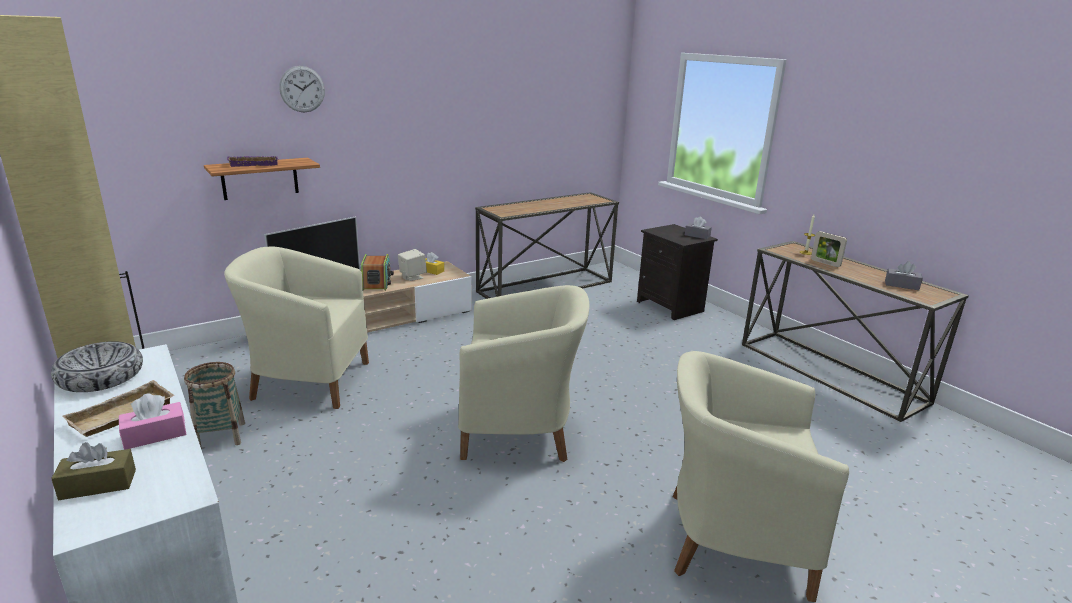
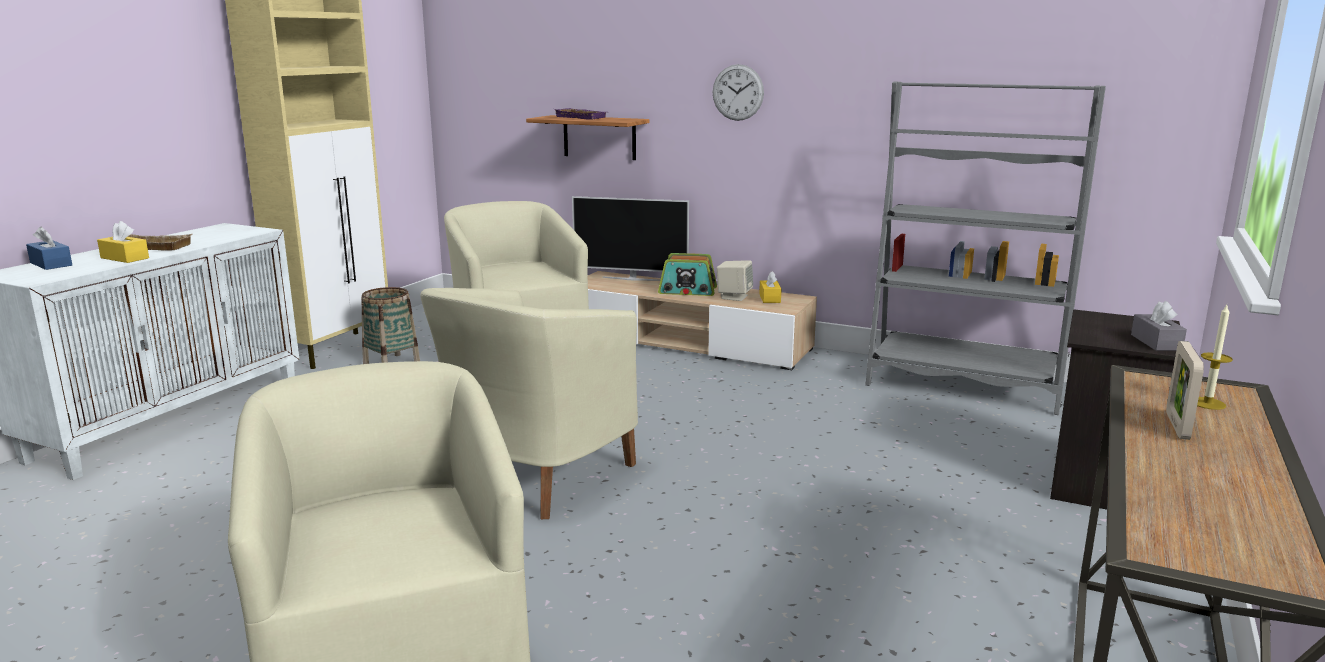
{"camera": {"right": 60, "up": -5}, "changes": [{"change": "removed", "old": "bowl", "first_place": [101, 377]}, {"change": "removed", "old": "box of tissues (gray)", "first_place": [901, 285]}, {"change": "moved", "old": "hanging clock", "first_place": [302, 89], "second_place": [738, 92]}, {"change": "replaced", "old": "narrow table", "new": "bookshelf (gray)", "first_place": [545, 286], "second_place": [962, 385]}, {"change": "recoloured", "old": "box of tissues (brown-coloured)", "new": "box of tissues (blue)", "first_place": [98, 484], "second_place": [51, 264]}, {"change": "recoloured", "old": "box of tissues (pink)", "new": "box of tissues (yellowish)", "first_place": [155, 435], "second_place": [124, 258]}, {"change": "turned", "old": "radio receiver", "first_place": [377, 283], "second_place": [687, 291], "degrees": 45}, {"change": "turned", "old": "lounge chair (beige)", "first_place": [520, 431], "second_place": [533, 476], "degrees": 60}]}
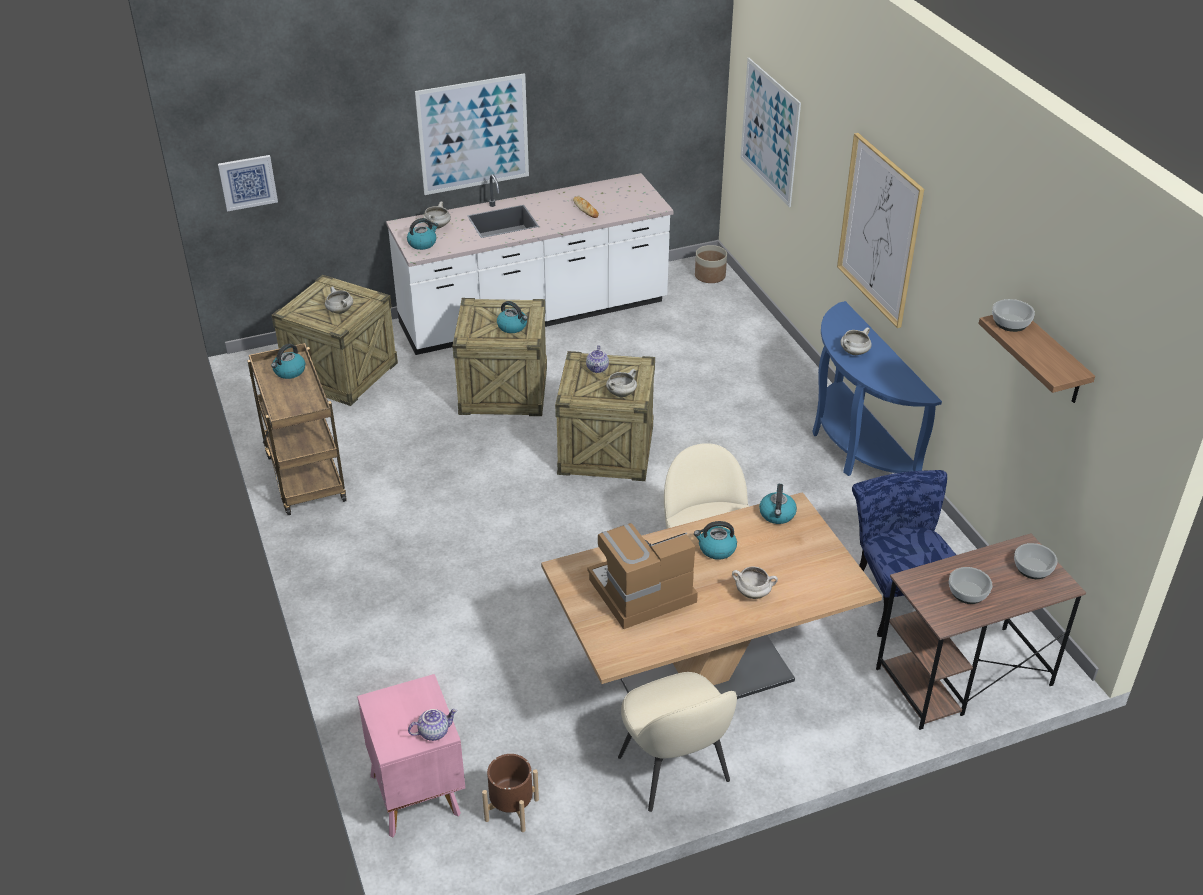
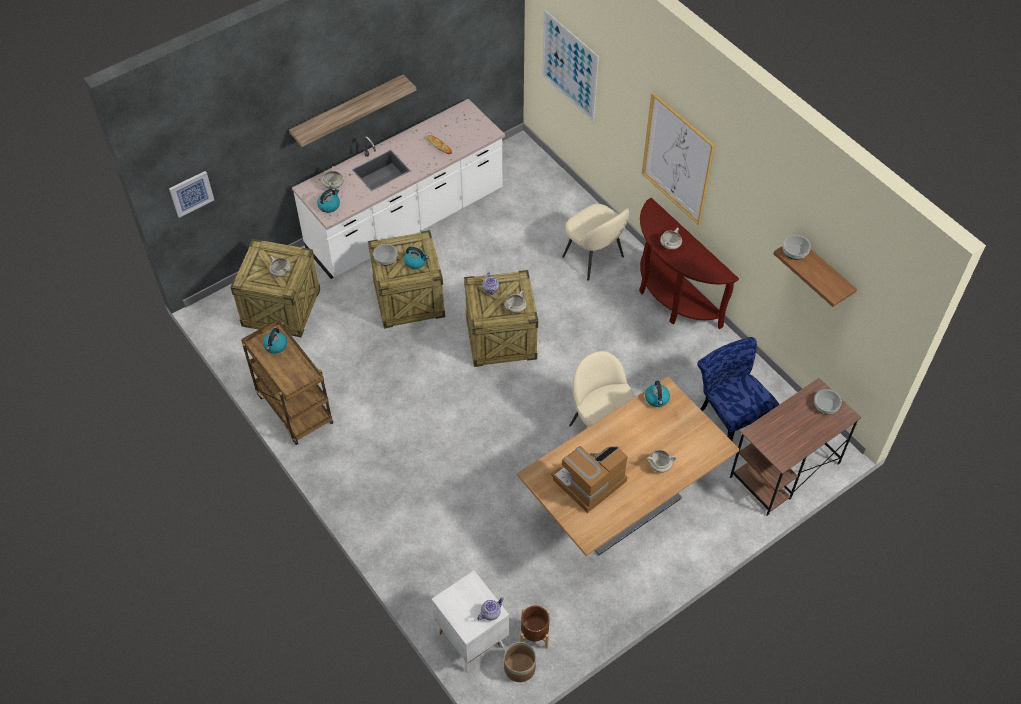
{"camera": {"right": -15, "up": 15}, "changes": [{"change": "removed", "old": "kettle", "first_place": [716, 549]}, {"change": "moved", "old": "chair (beige)", "first_place": [675, 771], "second_place": [594, 258]}, {"change": "moved", "old": "plant pot", "first_place": [710, 276], "second_place": [519, 667]}, {"change": "moved", "old": "bowl", "first_place": [968, 592], "second_place": [385, 258]}, {"change": "replaced", "old": "wall art", "new": "wall shelf", "first_place": [473, 134], "second_place": [348, 110]}, {"change": "recoloured", "old": "night table (pink)", "new": "night table (white)", "first_place": [416, 793], "second_place": [470, 638]}, {"change": "recoloured", "old": "narrow table (blue)", "new": "narrow table (brown-coloured)", "first_place": [855, 446], "second_place": [671, 297]}]}
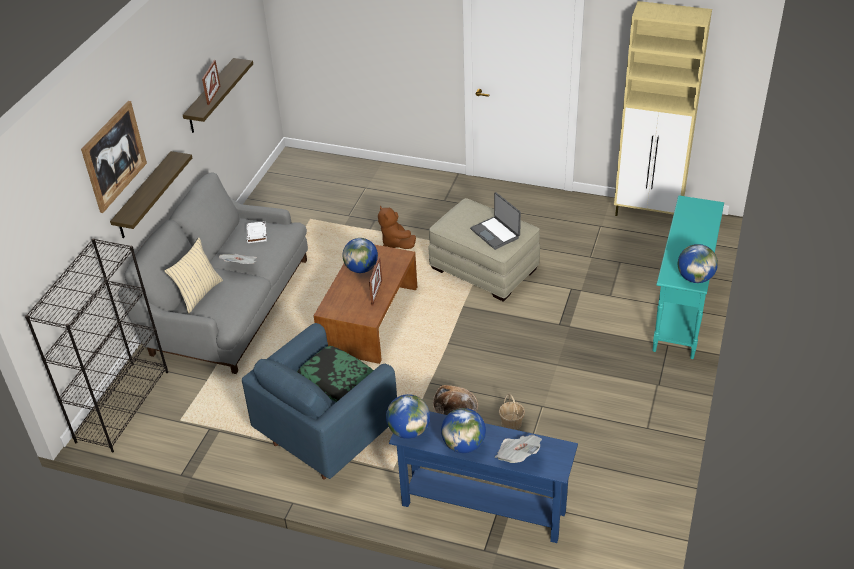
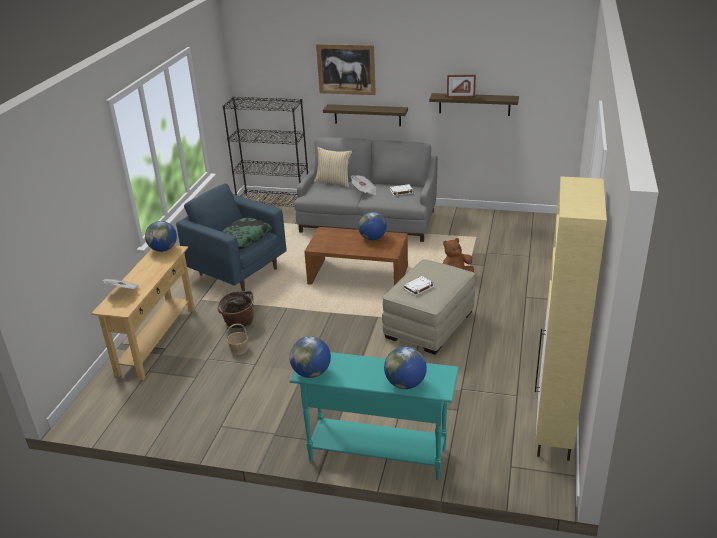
{"camera": {"right": 85, "up": -10}, "changes": [{"change": "removed", "old": "picture frame", "first_place": [376, 292]}, {"change": "moved", "old": "globe", "first_place": [463, 445], "second_place": [405, 384]}, {"change": "replaced", "old": "portable computer", "new": "bound book (white)", "first_place": [495, 233], "second_place": [418, 287]}, {"change": "recoloured", "old": "narrow table (blue)", "new": "narrow table (beige)", "first_place": [483, 509], "second_place": [156, 340]}]}
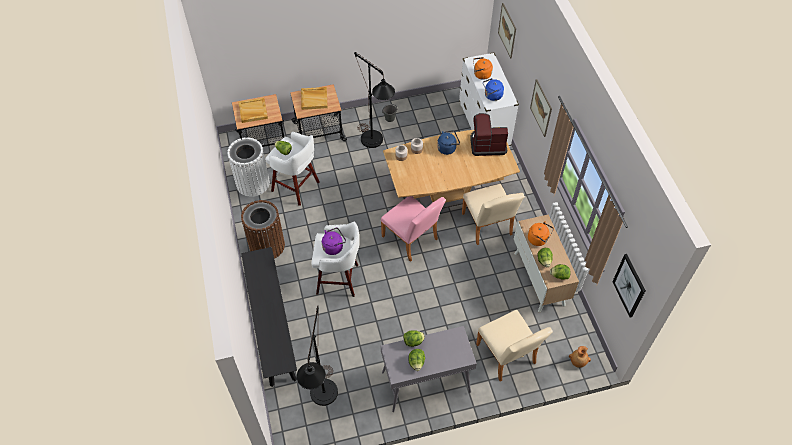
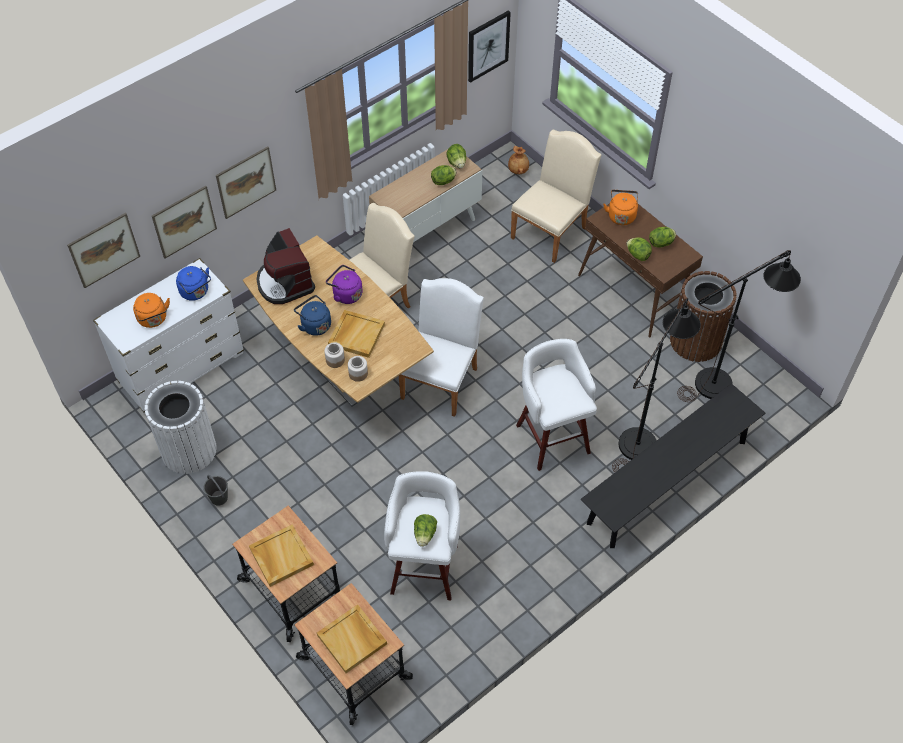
{"camera": {"right": -115, "up": 0}, "changes": [{"change": "added", "new": "wall art", "second_place": [184, 221]}, {"change": "added", "new": "carrying tray (beige)", "second_place": [356, 334]}, {"change": "moved", "old": "waste bin (white)", "first_place": [253, 183], "second_place": [189, 450]}, {"change": "moved", "old": "waste bin (brown-coloured)", "first_place": [267, 245], "second_place": [695, 341]}, {"change": "moved", "old": "kettle (purple)", "first_place": [334, 247], "second_place": [346, 294]}, {"change": "moved", "old": "standing lamp (black-coloured)", "first_place": [375, 143], "second_place": [643, 437]}, {"change": "moved", "old": "kettle (orangey)", "first_place": [538, 239], "second_place": [621, 215]}, {"change": "recoloured", "old": "chair (pink)", "new": "chair (white)", "first_place": [412, 240], "second_place": [441, 379]}, {"change": "recoloured", "old": "narrow table (gray)", "new": "narrow table (brown-coloured)", "first_place": [425, 383], "second_place": [633, 292]}]}
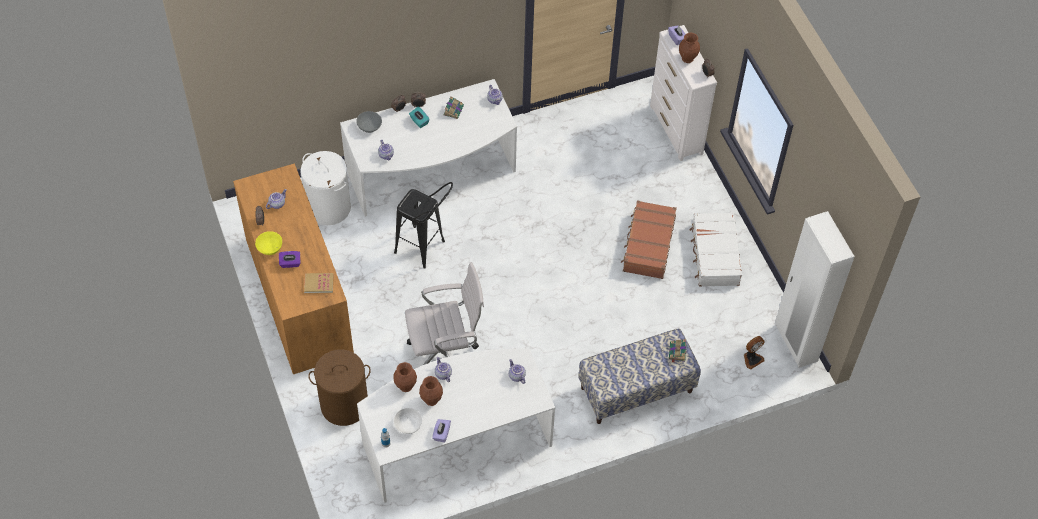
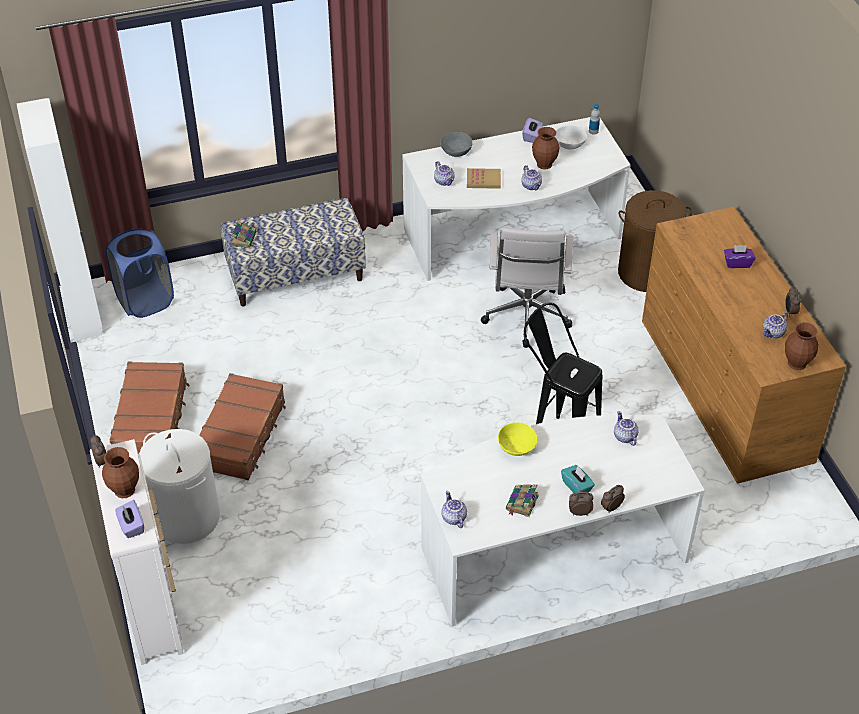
{"camera": {"right": -175, "up": -10}, "changes": [{"change": "moved", "old": "bowl (yellowish)", "first_place": [269, 248], "second_place": [517, 447]}, {"change": "moved", "old": "hamper (white)", "first_place": [329, 207], "second_place": [186, 517]}, {"change": "moved", "old": "bound book", "first_place": [319, 284], "second_place": [483, 180]}, {"change": "moved", "old": "bowl (gray)", "first_place": [369, 126], "second_place": [456, 152]}, {"change": "moved", "old": "decorative vase (brown-coloured)", "first_place": [406, 385], "second_place": [796, 364]}, {"change": "replaced", "old": "cooling fan", "new": "hamper (blue)", "first_place": [752, 358], "second_place": [145, 301]}, {"change": "recoloured", "old": "travel case (white)", "new": "travel case (brown-coloured)", "first_place": [714, 255], "second_place": [152, 419]}, {"change": "turned", "old": "computer chair (white)", "first_place": [446, 354], "second_place": [526, 319], "degrees": -75}]}
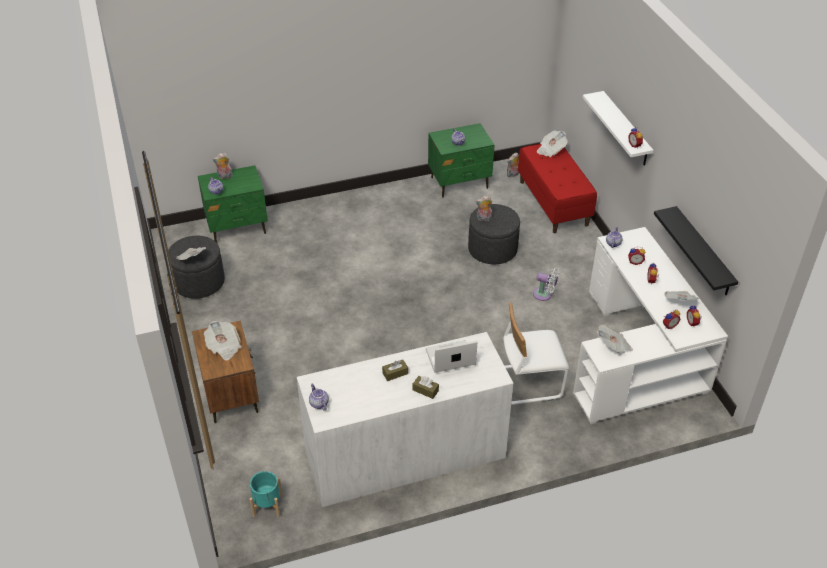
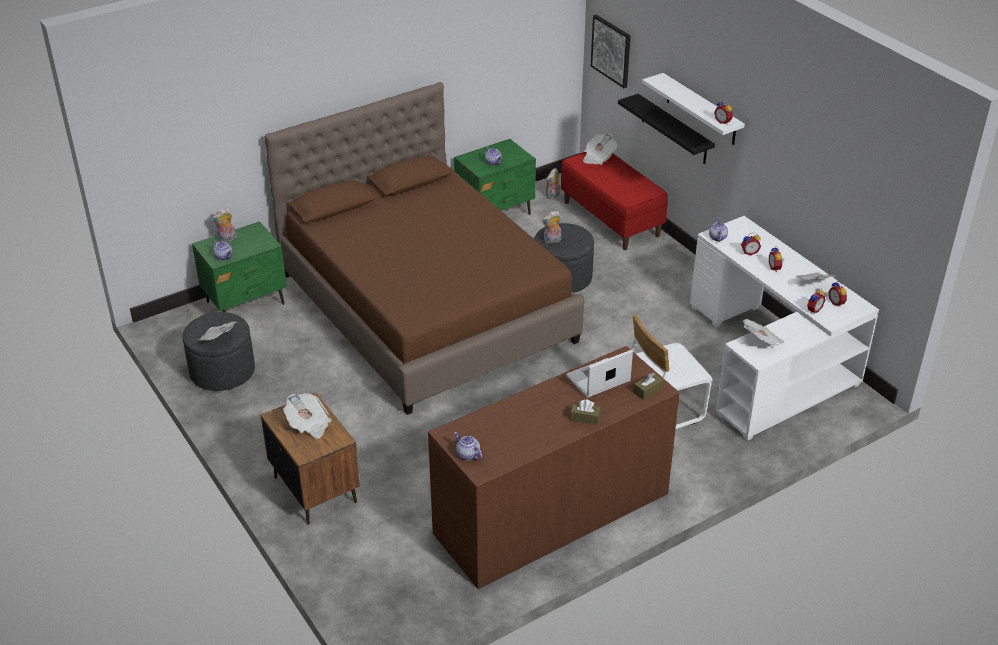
{"camera": {"right": -15, "up": -5}, "changes": [{"change": "removed", "old": "plant pot (turquoise)", "first_place": [267, 505]}, {"change": "removed", "old": "cooling fan (white)", "first_place": [544, 295]}, {"change": "added", "new": "bed (brown-coloured)", "second_place": [426, 307]}, {"change": "added", "new": "wall art", "second_place": [611, 50]}, {"change": "moved", "old": "box of tissues (brown-coloured)", "first_place": [395, 373], "second_place": [647, 390]}, {"change": "moved", "old": "wall shelf (black-coloured)", "first_place": [703, 252], "second_place": [674, 130]}, {"change": "recoloured", "old": "chest of drawers (white)", "new": "chest of drawers (brown-coloured)", "first_place": [405, 454], "second_place": [552, 513]}]}
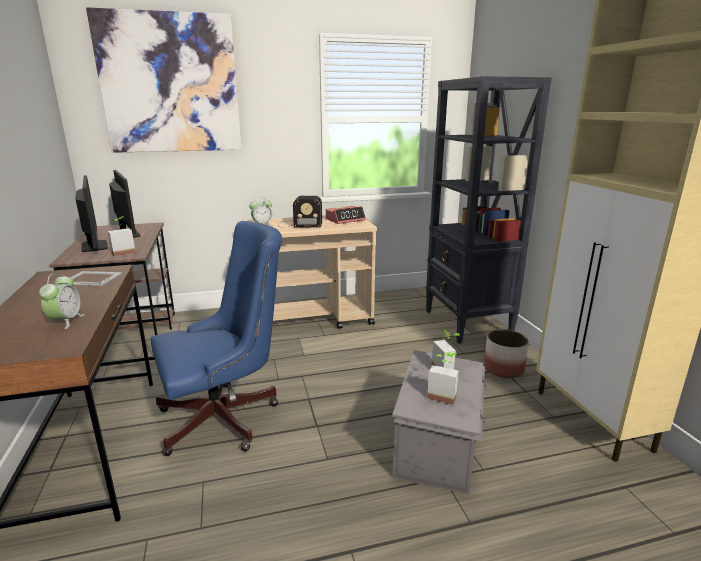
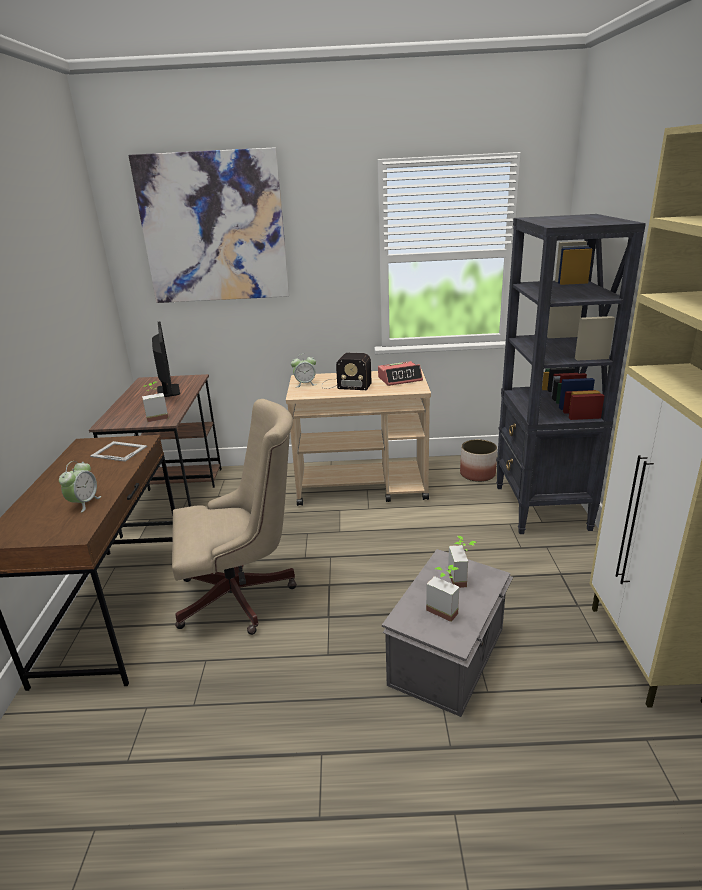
{"camera": {"right": 15, "up": 5}, "changes": [{"change": "removed", "old": "computer display", "first_place": [94, 246]}, {"change": "moved", "old": "plant pot", "first_place": [503, 369], "second_place": [478, 474]}, {"change": "recoloured", "old": "computer chair (blue)", "new": "computer chair (beige)", "first_place": [226, 418], "second_place": [243, 595]}]}
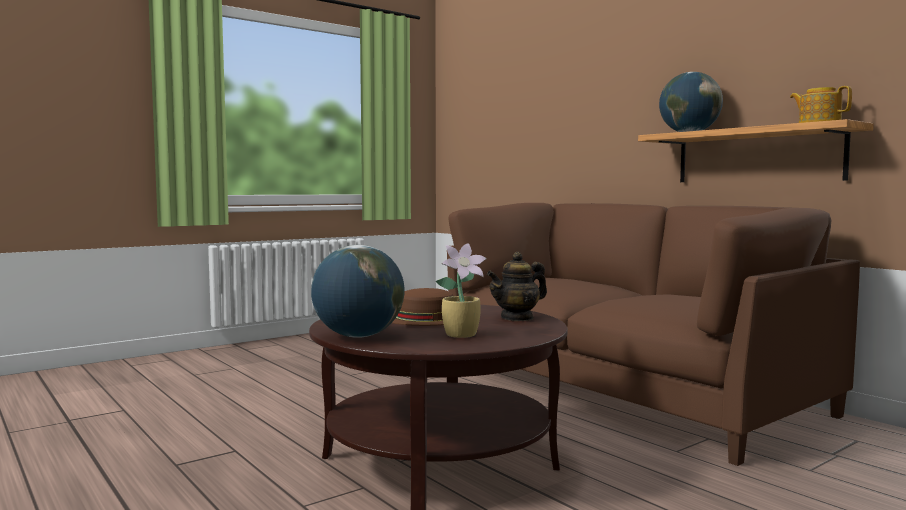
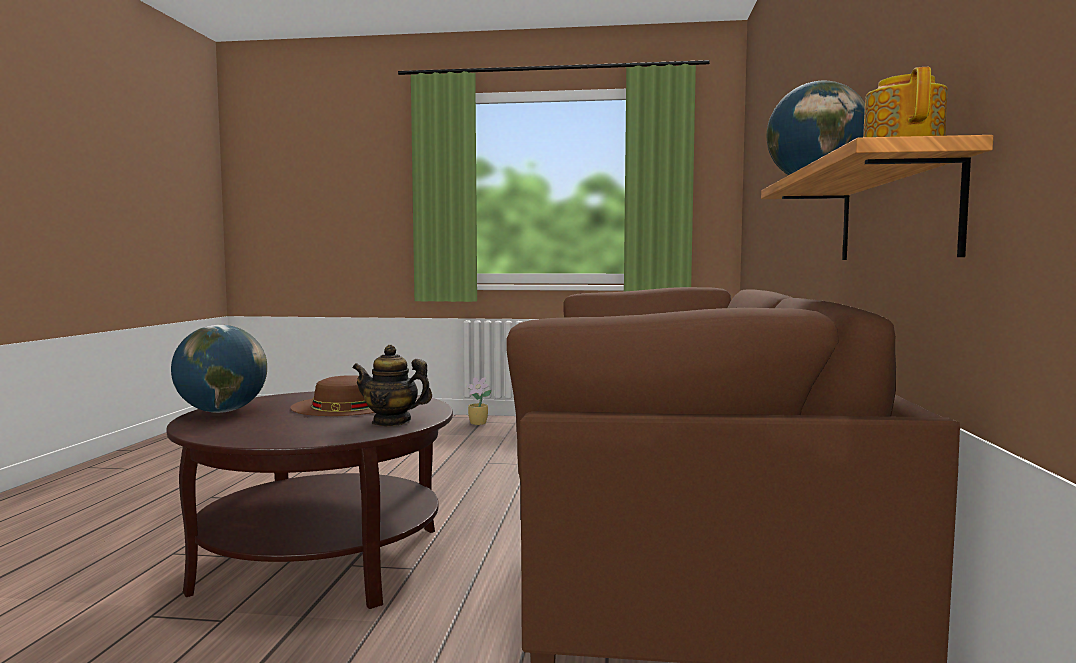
{"camera": {"right": 45, "up": 0}, "changes": [{"change": "moved", "old": "potted plant", "first_place": [463, 335], "second_place": [478, 423]}]}
